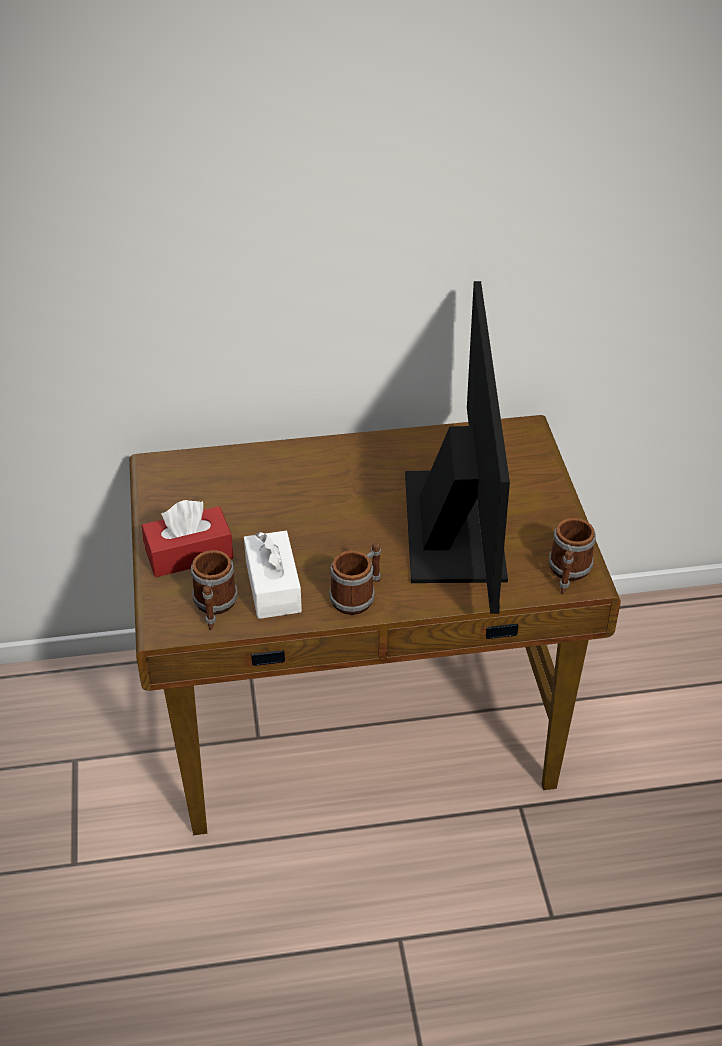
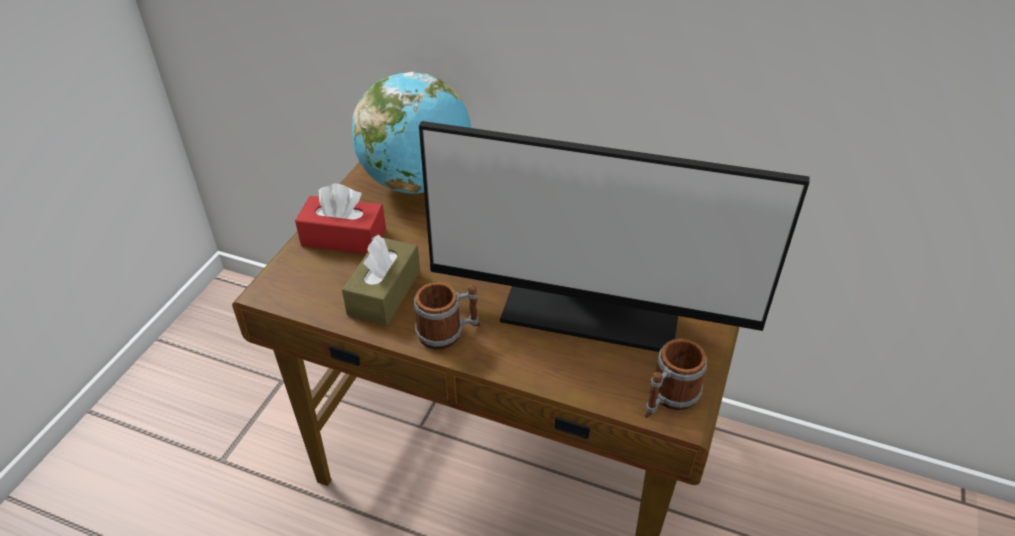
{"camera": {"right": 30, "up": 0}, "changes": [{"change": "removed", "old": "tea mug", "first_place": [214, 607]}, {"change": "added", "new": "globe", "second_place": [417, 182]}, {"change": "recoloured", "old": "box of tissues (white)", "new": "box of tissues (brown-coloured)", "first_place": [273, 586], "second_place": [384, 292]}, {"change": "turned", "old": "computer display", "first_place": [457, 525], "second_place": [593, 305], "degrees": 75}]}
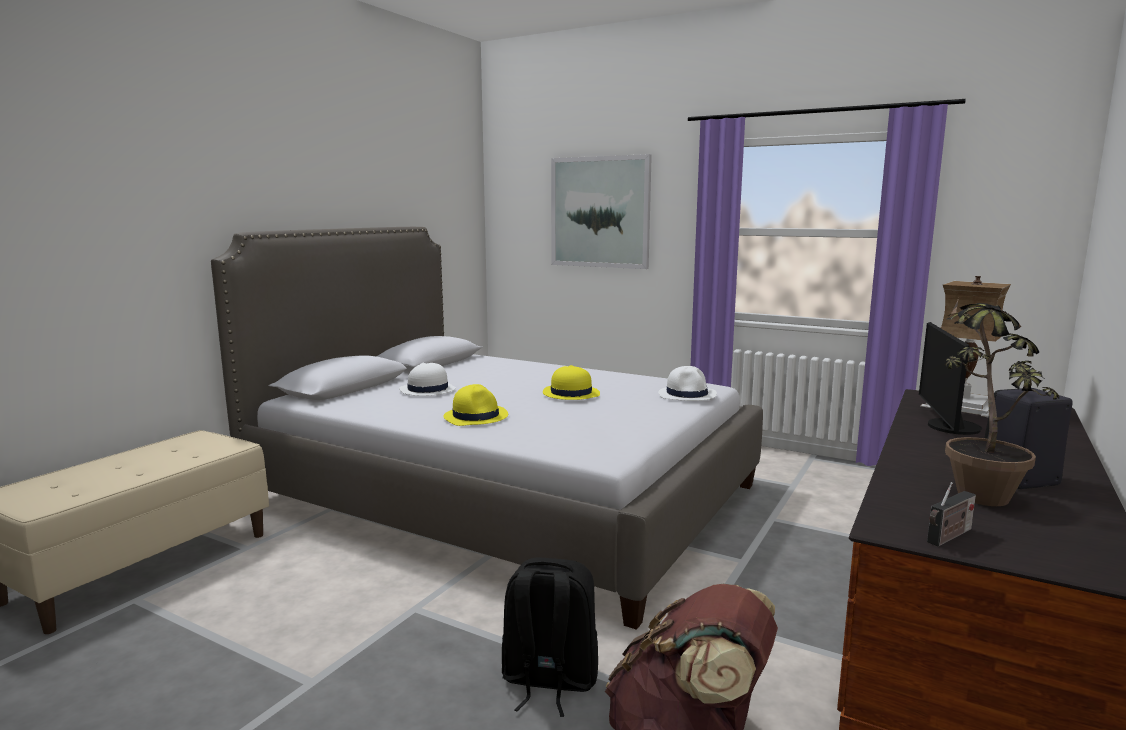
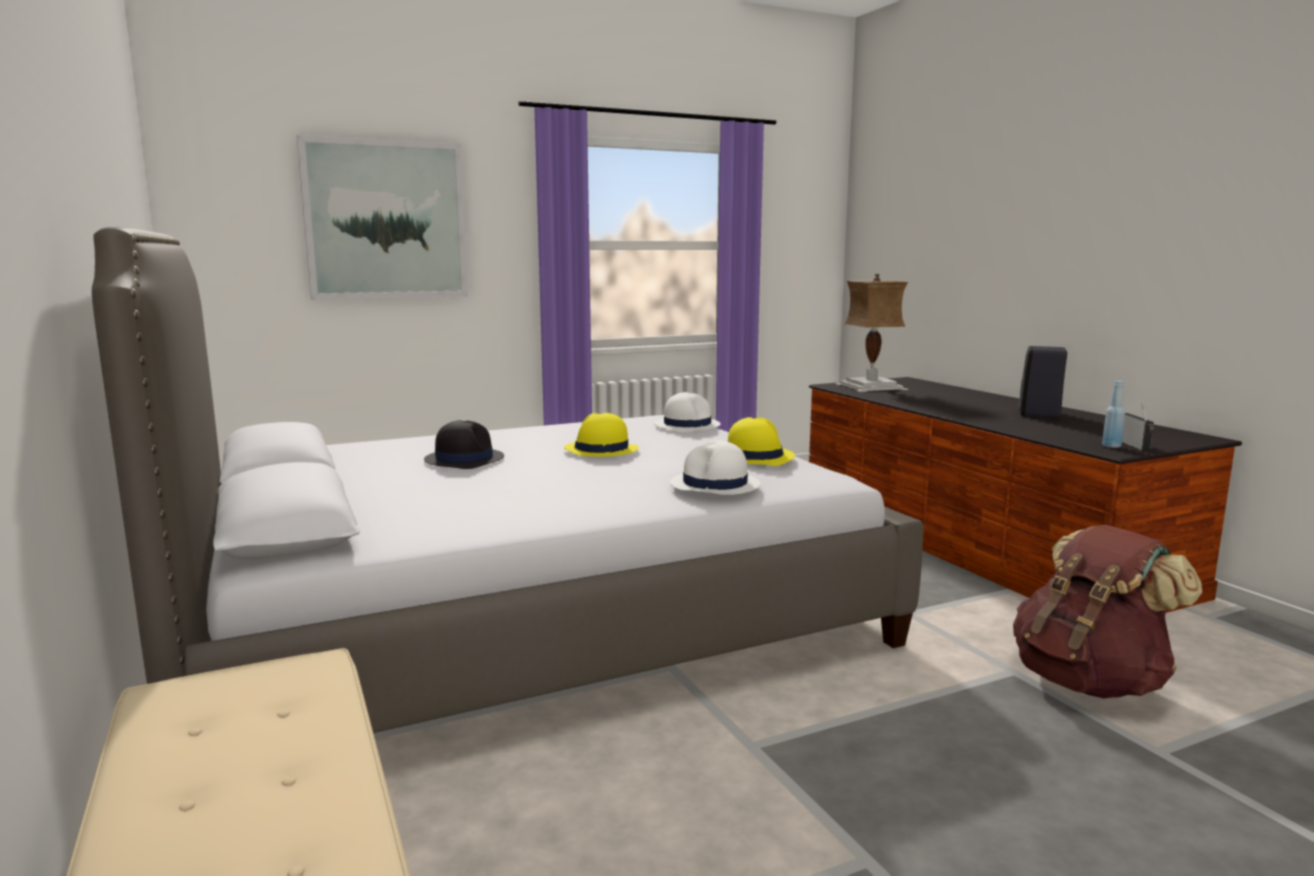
{"camera": {"right": -55, "up": 0}, "changes": [{"change": "removed", "old": "rucksack (black-coloured)", "first_place": [548, 681]}, {"change": "removed", "old": "computer display", "first_place": [947, 427]}, {"change": "removed", "old": "potted plant", "first_place": [974, 490]}, {"change": "added", "new": "clothing hat (black-coloured)", "second_place": [464, 459]}, {"change": "added", "new": "drink bottle (blue)", "second_place": [1111, 446]}, {"change": "moved", "old": "clothing hat (white)", "first_place": [427, 390], "second_place": [715, 485]}, {"change": "moved", "old": "clothing hat (yellowish)", "first_place": [476, 416], "second_place": [754, 456]}]}
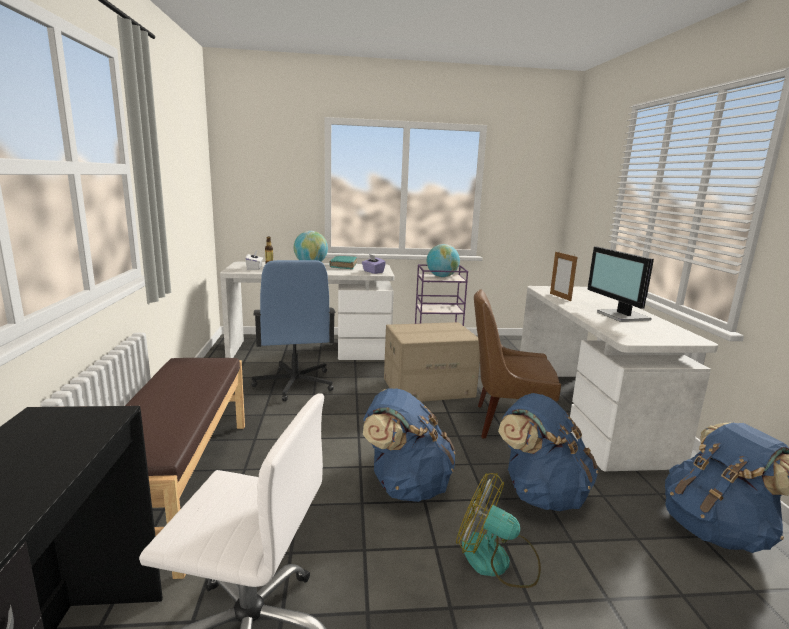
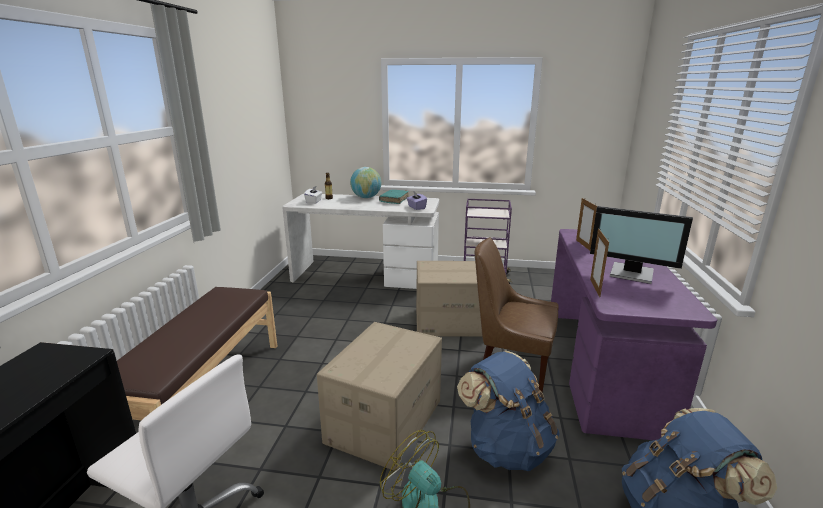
{"camera": {"right": 15, "up": 5}, "changes": [{"change": "removed", "old": "computer chair (blue)", "first_place": [294, 384]}, {"change": "removed", "old": "globe", "first_place": [442, 276]}, {"change": "added", "new": "picture frame", "second_place": [595, 288]}, {"change": "replaced", "old": "rucksack (blue)", "new": "cardboard box", "first_place": [406, 486], "second_place": [384, 421]}, {"change": "recoloured", "old": "desk unit (white)", "new": "desk unit (purple)", "first_place": [588, 413], "second_place": [602, 366]}, {"change": "turned", "old": "computer display", "first_place": [621, 316], "second_place": [632, 274], "degrees": -60}]}
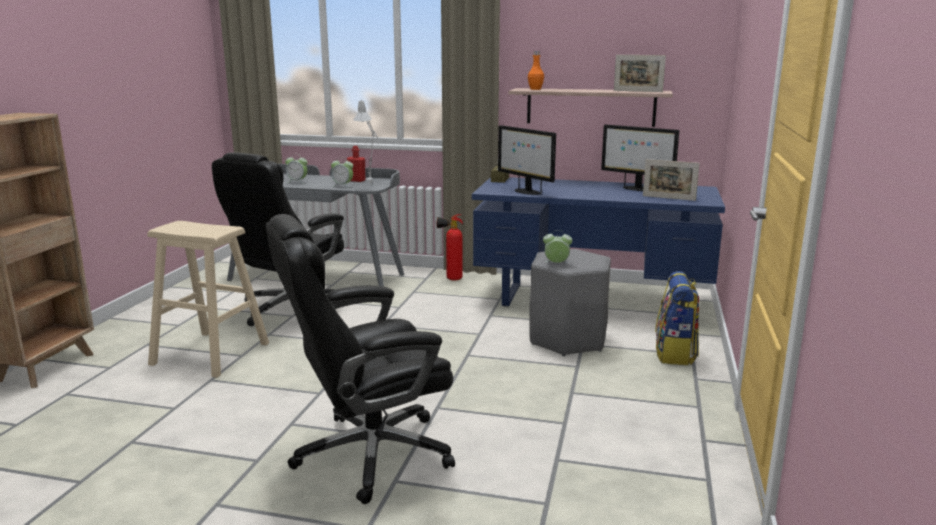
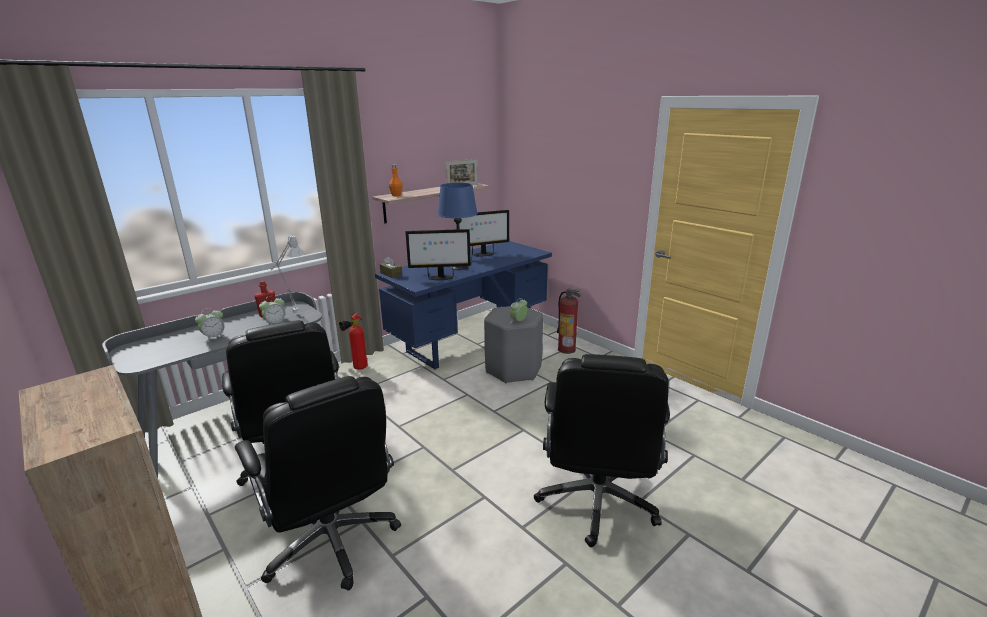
{"camera": {"right": -55, "up": 5}, "changes": [{"change": "removed", "old": "picture frame", "first_place": [668, 198]}, {"change": "added", "new": "table lamp (blue)", "second_place": [459, 267]}, {"change": "replaced", "old": "stool (beige)", "new": "computer chair (black-coloured)", "first_place": [210, 353], "second_place": [332, 541]}, {"change": "replaced", "old": "rucksack", "new": "fire-fighting cylinder", "first_place": [675, 354], "second_place": [567, 349]}]}
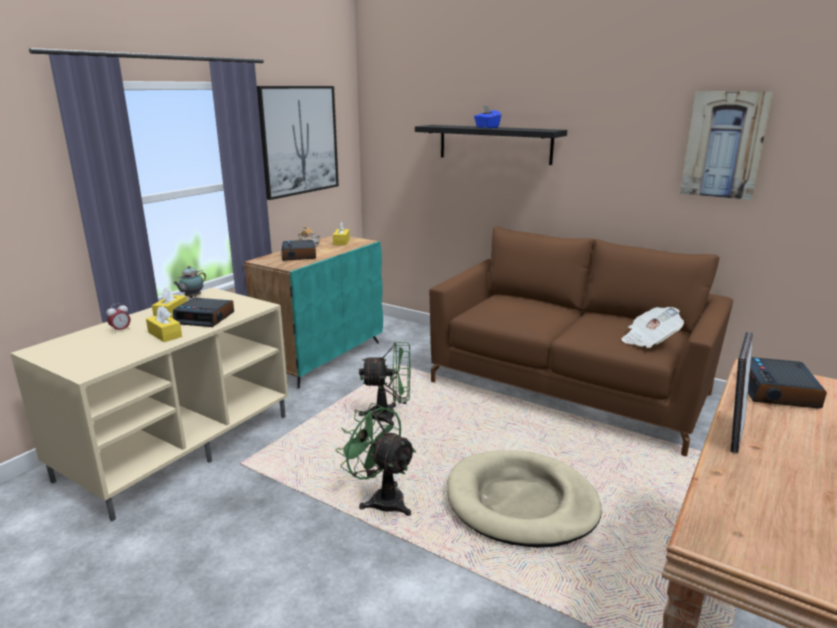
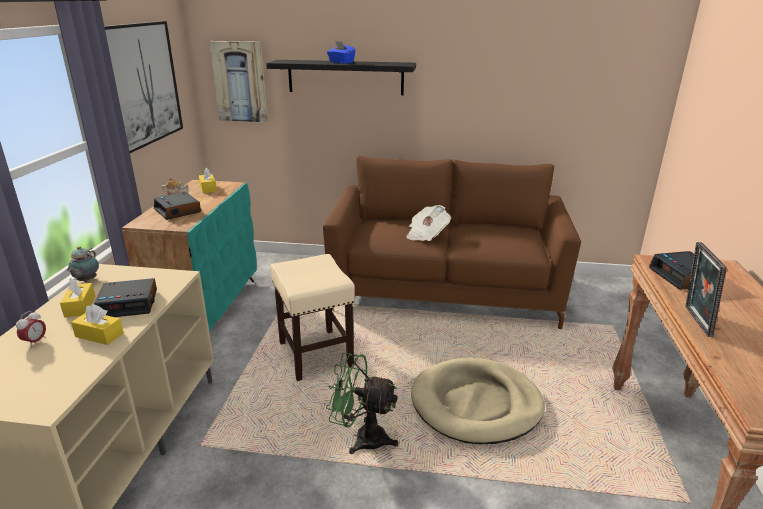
{"camera": {"right": -25, "up": 5}, "changes": [{"change": "moved", "old": "newspaper", "first_place": [649, 340], "second_place": [426, 234]}, {"change": "moved", "old": "wall art", "first_place": [724, 145], "second_place": [240, 82]}, {"change": "replaced", "old": "cooling fan (greenish)", "new": "stool (beige)", "first_place": [389, 416], "second_place": [314, 354]}]}
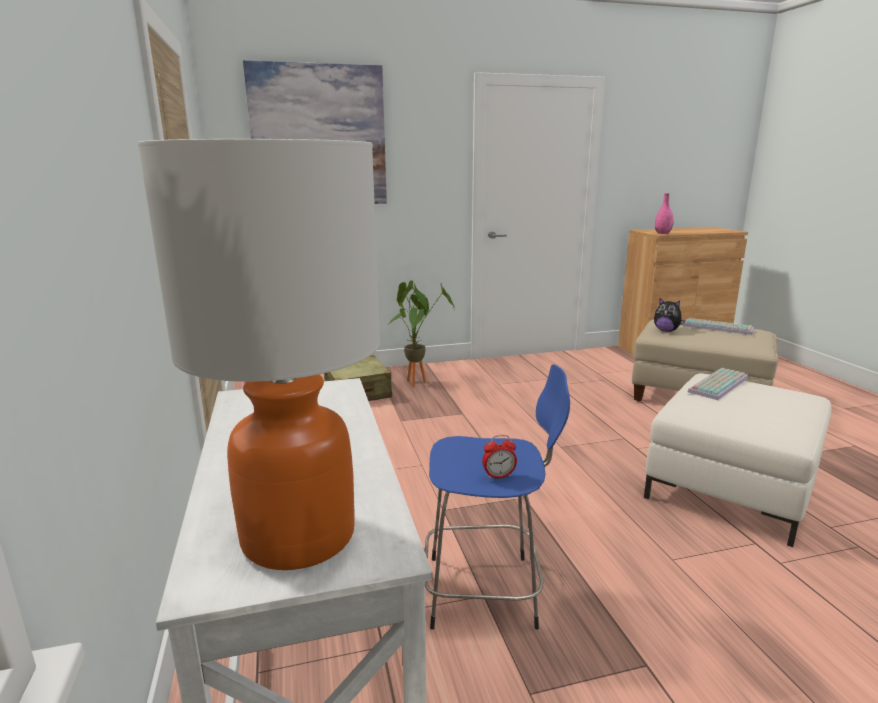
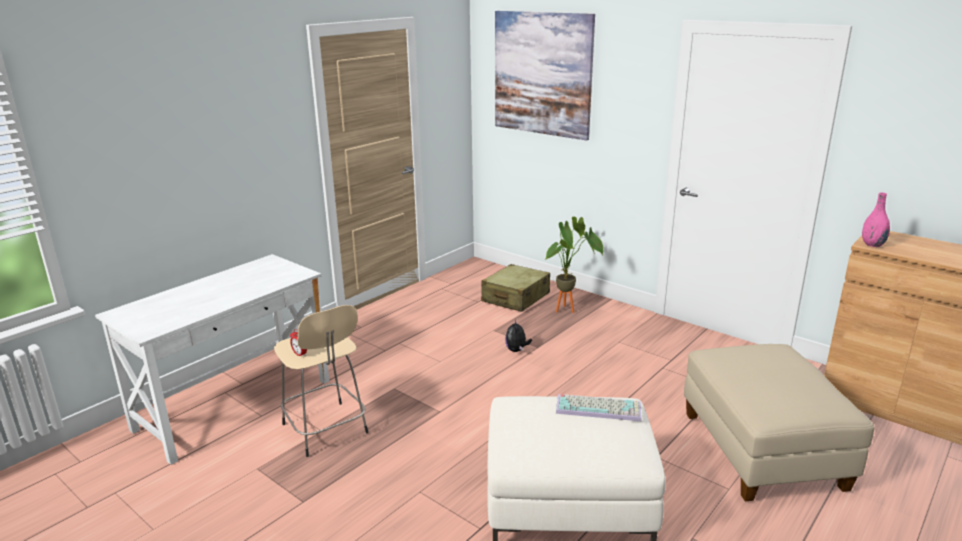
{"camera": {"right": 55, "up": 5}, "changes": [{"change": "removed", "old": "table lamp", "first_place": [298, 535]}, {"change": "removed", "old": "computer keyboard", "first_place": [719, 327]}, {"change": "moved", "old": "cuddly toy", "first_place": [666, 331], "second_place": [517, 350]}, {"change": "recoloured", "old": "stool (blue)", "new": "stool (beige)", "first_place": [486, 591], "second_place": [326, 430]}]}
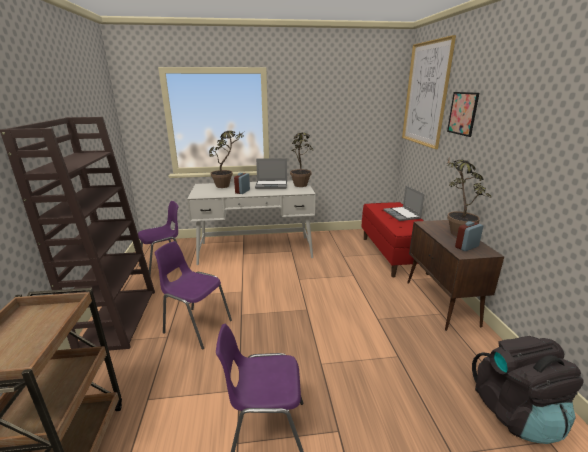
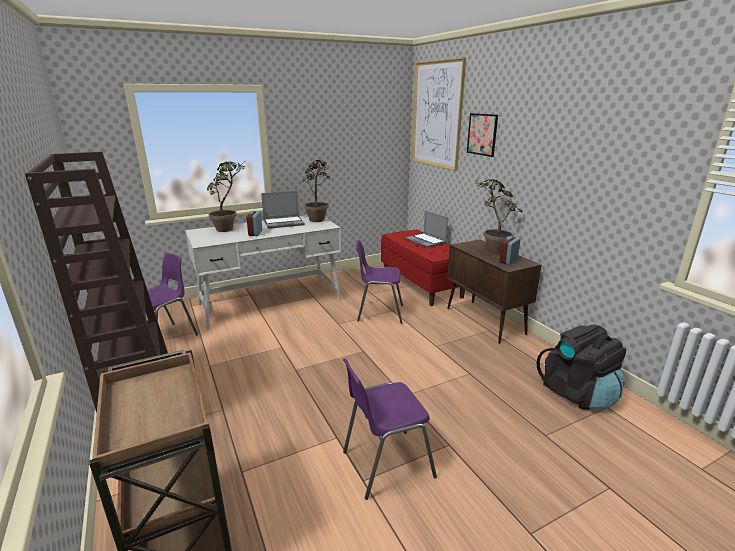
{"camera": {"right": -20, "up": 0}, "changes": [{"change": "moved", "old": "chair (purple)", "first_place": [196, 326], "second_place": [379, 313]}]}
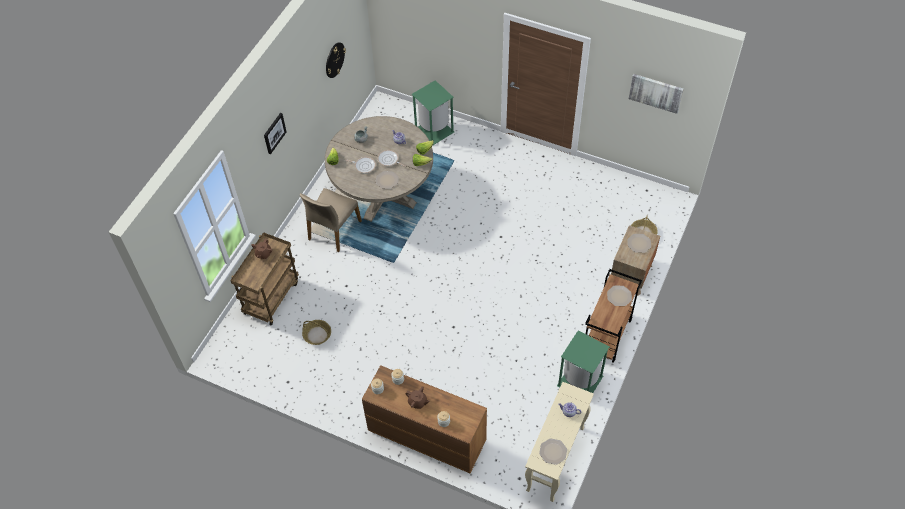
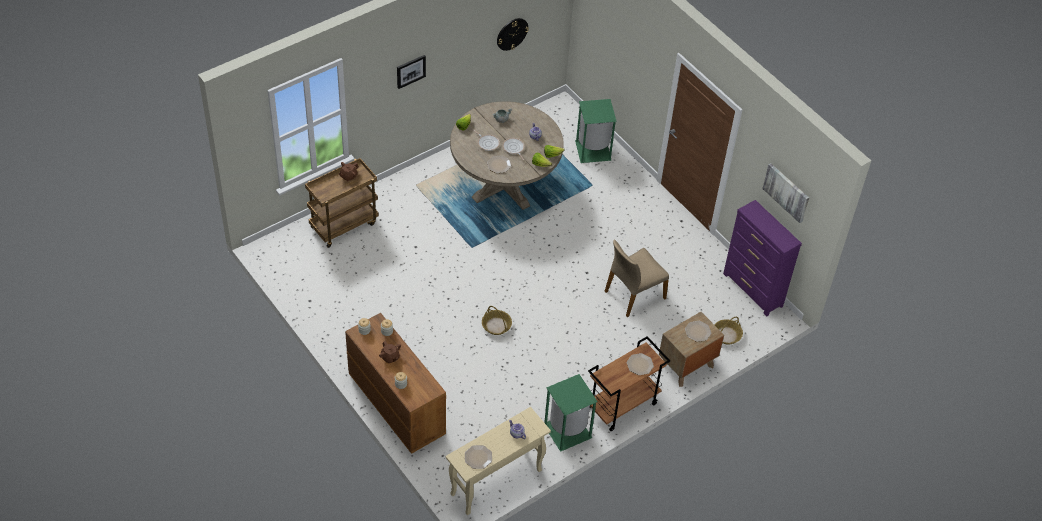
{"camera": {"right": 25, "up": -5}, "changes": [{"change": "added", "new": "chest of drawers (purple)", "second_place": [753, 290]}, {"change": "moved", "old": "chair (beige)", "first_place": [333, 230], "second_place": [634, 294]}, {"change": "moved", "old": "basket", "first_place": [317, 335], "second_place": [496, 325]}]}
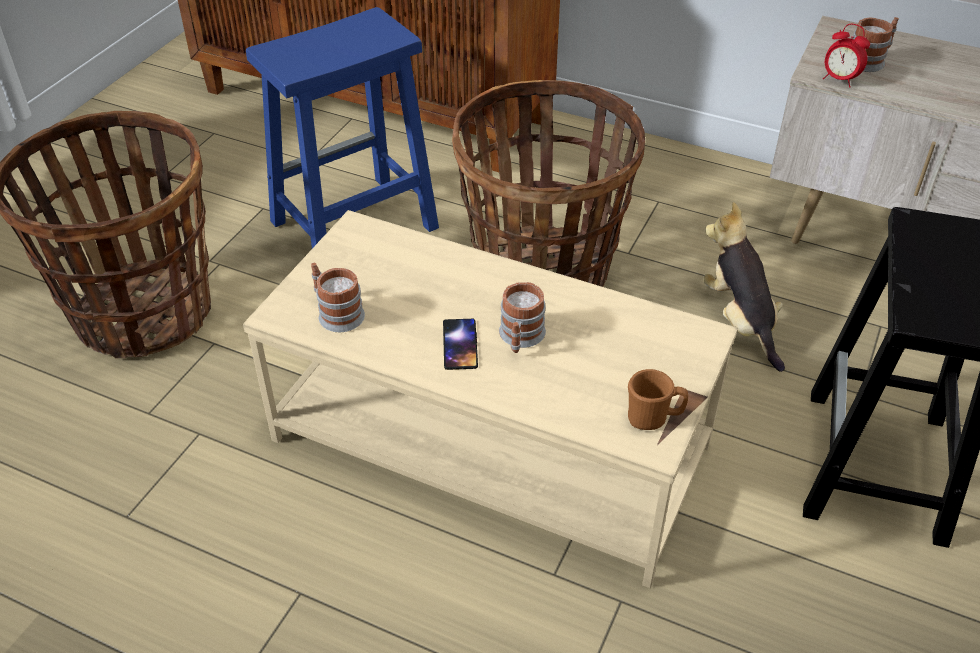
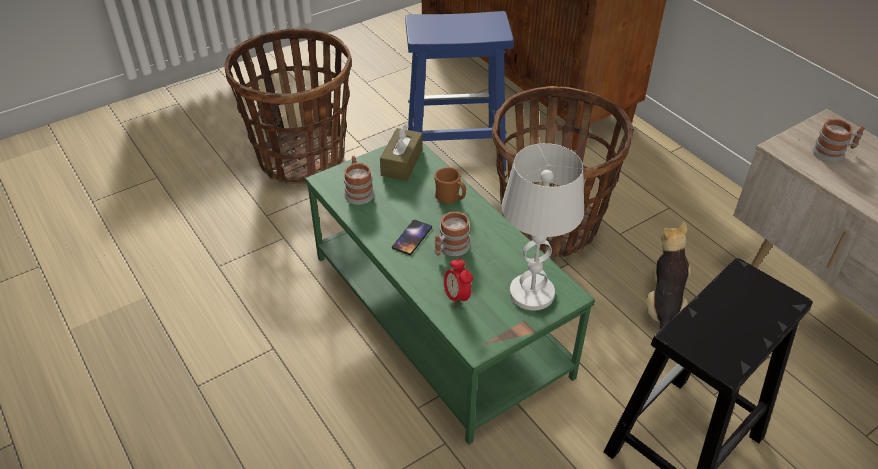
{"camera": {"right": 30, "up": 0}, "changes": [{"change": "added", "new": "box of tissues (brown-coloured)", "second_place": [402, 163]}, {"change": "added", "new": "table lamp (white)", "second_place": [532, 293]}, {"change": "moved", "old": "tea mug (brown-coloured)", "first_place": [653, 418], "second_place": [450, 198]}, {"change": "moved", "old": "bedside clock", "first_place": [839, 80], "second_place": [457, 297]}, {"change": "recoloured", "old": "lounge table (beige)", "new": "lounge table (greenish)", "first_place": [492, 442], "second_place": [440, 314]}]}
